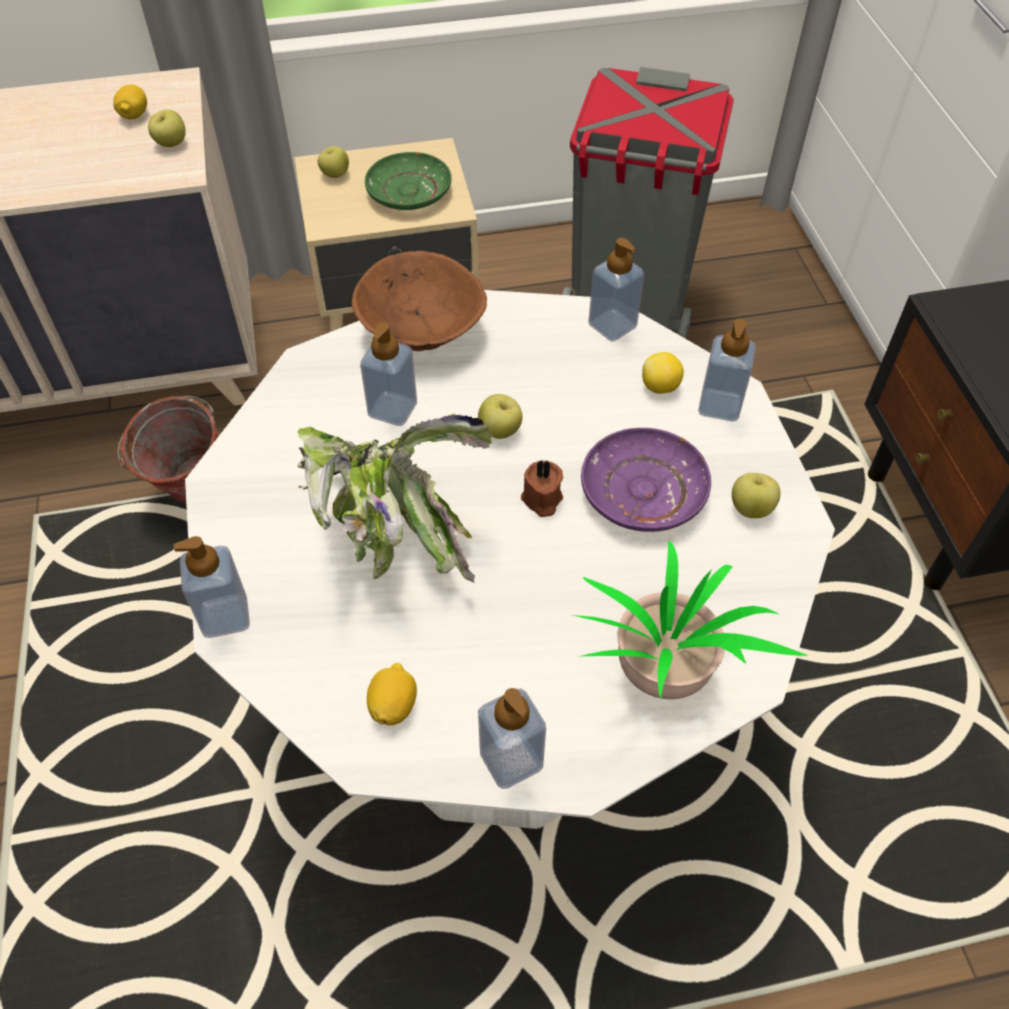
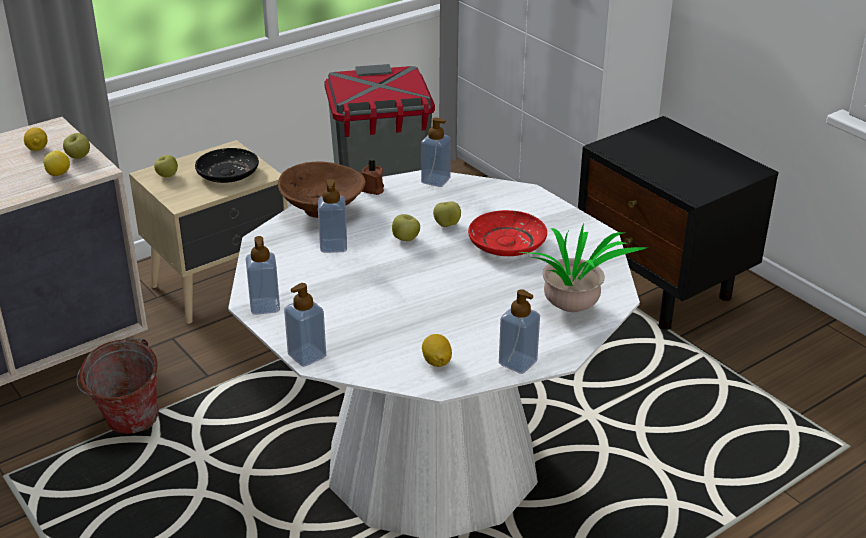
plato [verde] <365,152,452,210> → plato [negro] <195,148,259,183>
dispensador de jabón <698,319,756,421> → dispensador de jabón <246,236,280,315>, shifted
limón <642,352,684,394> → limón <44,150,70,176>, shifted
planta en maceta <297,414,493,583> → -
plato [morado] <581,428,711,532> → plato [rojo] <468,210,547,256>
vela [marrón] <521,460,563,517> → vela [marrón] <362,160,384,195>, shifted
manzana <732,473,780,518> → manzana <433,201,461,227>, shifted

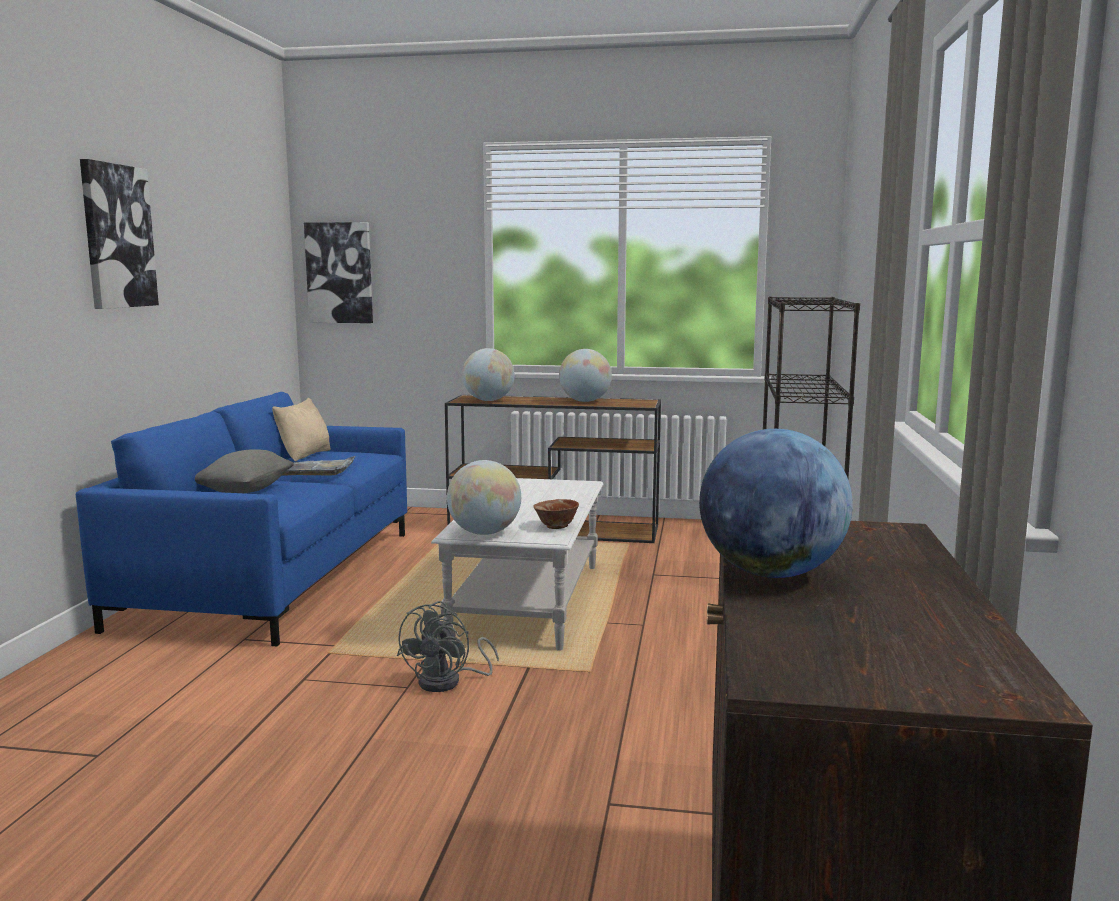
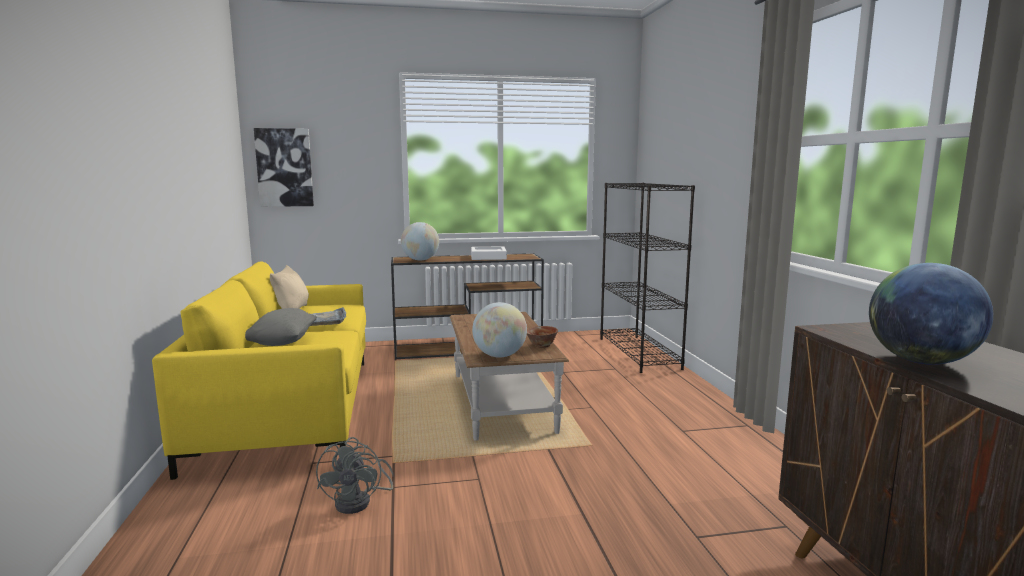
cuadro <80,159,159,309> → -
globo terráqueo <559,349,612,402> → bandeja [blanco] <471,246,507,260>
sofá [azul] <76,392,407,646> → sofá [amarillo] <152,261,366,480>
mesa de centro [blanco] <431,478,603,651> → mesa de centro [marrón] <450,312,569,441>
ventilador [gris] <397,601,499,692> → ventilador [gris] <316,437,394,514>, shifted

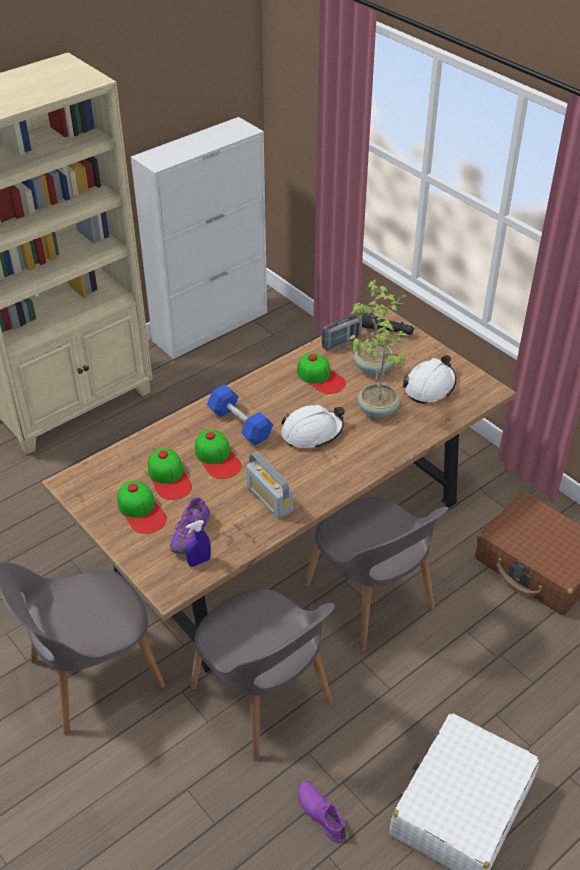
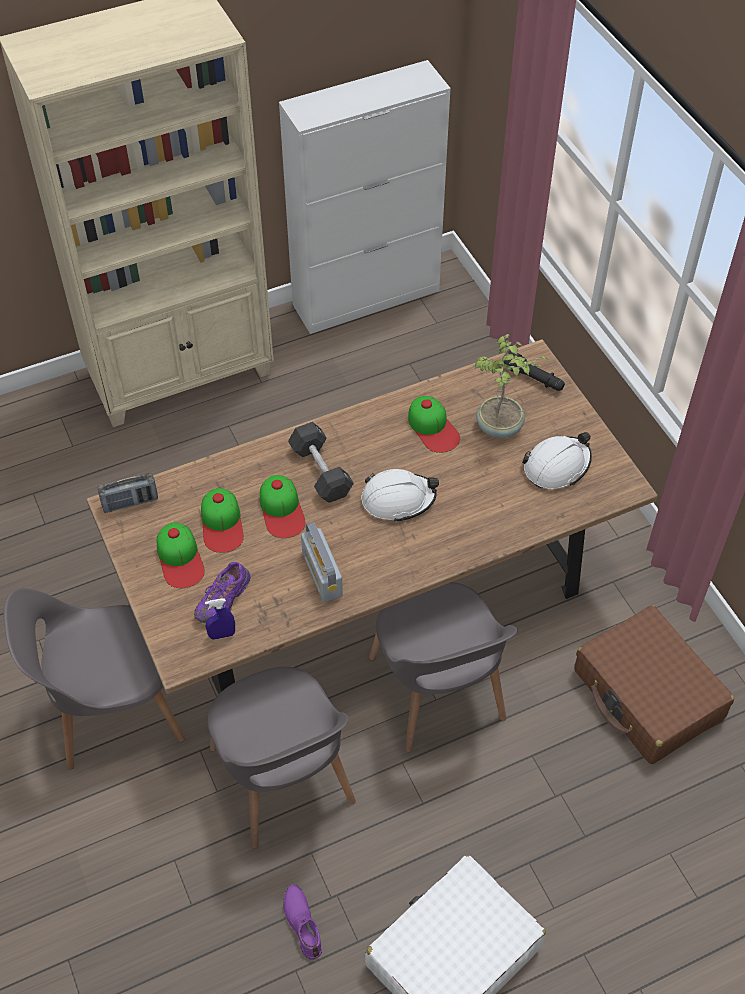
radio <322,314,362,351> → radio <98,473,158,513>, shifted
planta en maceta <348,320,408,418> → -
mancuerna [azul] <207,384,273,446> → mancuerna [negro] <288,422,354,503>

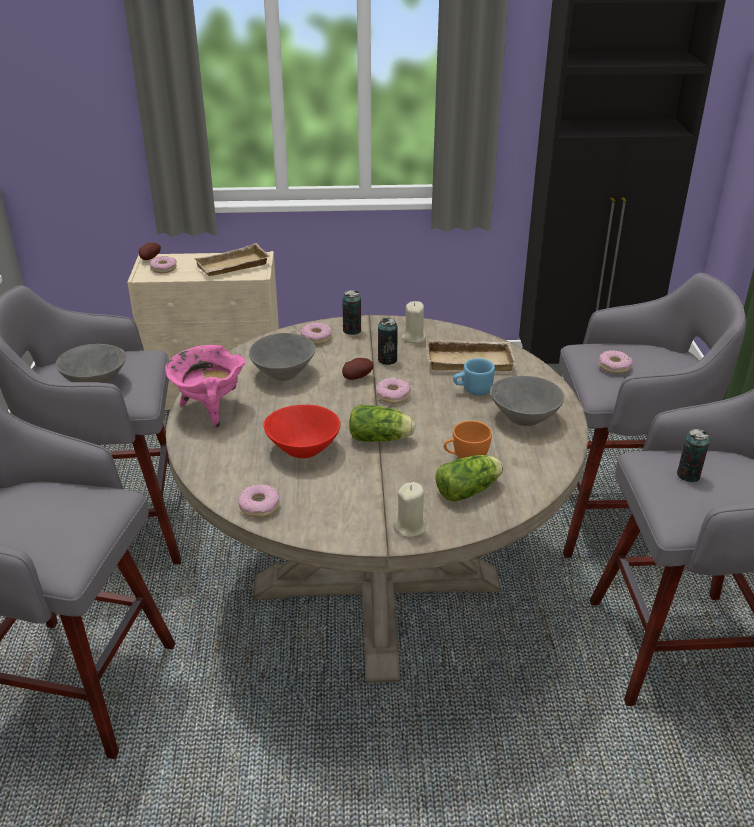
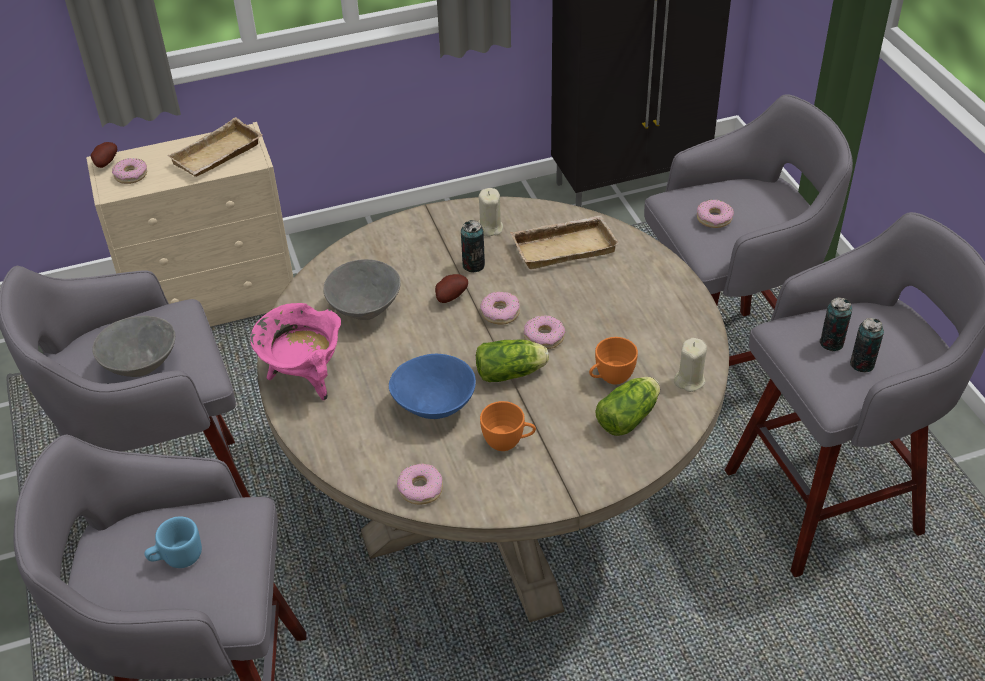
lata <342,290,361,335> → lata <850,318,884,372>, shifted
rosquilla <300,322,332,344> → rosquilla <524,315,565,349>, shifted
taza grande [azul] <453,358,495,395> → taza grande [azul] <144,516,202,568>, shifted
cuenco [gris] <490,376,564,426> → -
cuenco [rojo] <263,405,340,458> → cuenco [azul] <389,354,476,419>
vela [beis] <393,482,426,538> → vela [beis] <674,338,707,392>, shifted
- → taza [naranja] <480,401,536,451>

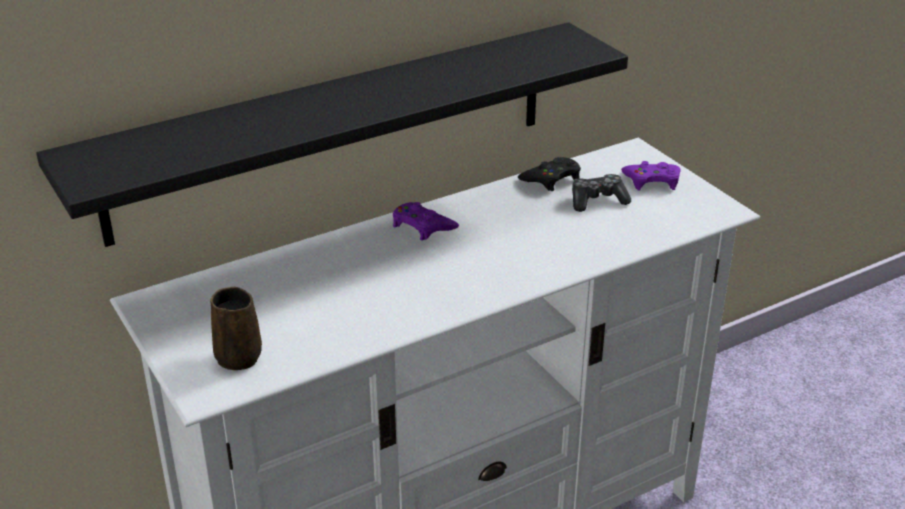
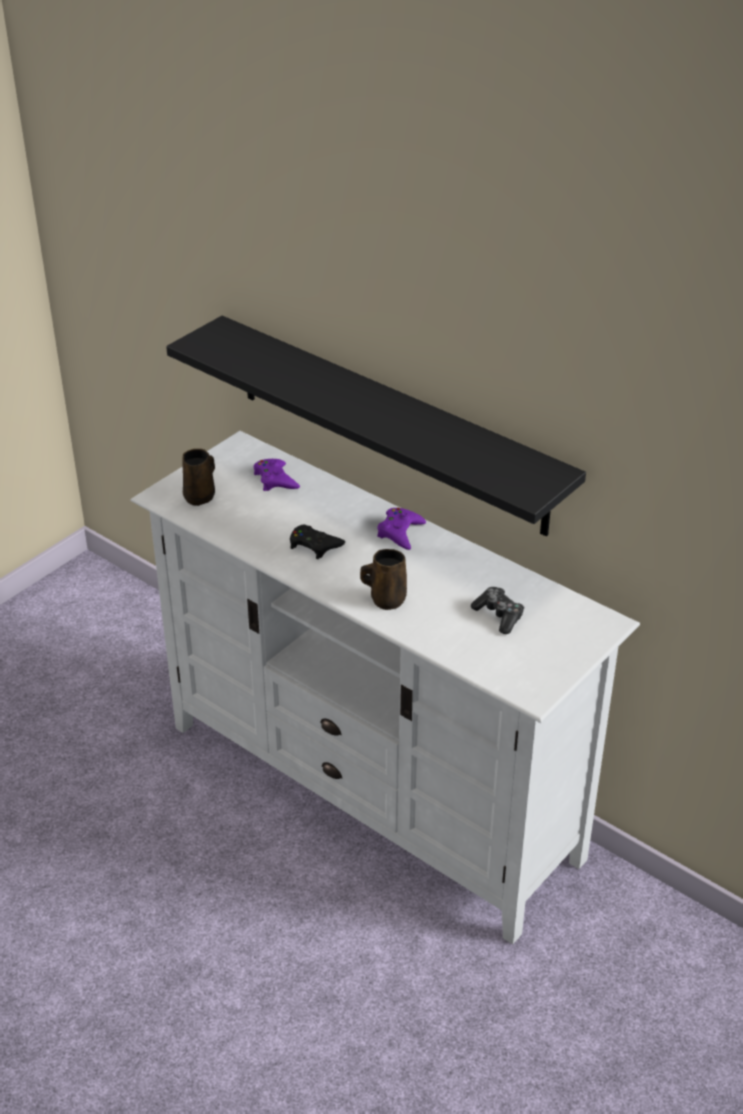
mando de consola [negro] <518,157,581,191> → mando de consola [negro] <290,525,345,559>, shifted
mando de consola [morado] <621,161,680,191> → mando de consola [morado] <254,459,300,491>, shifted
- → taza grande [marrón] <360,549,407,610>

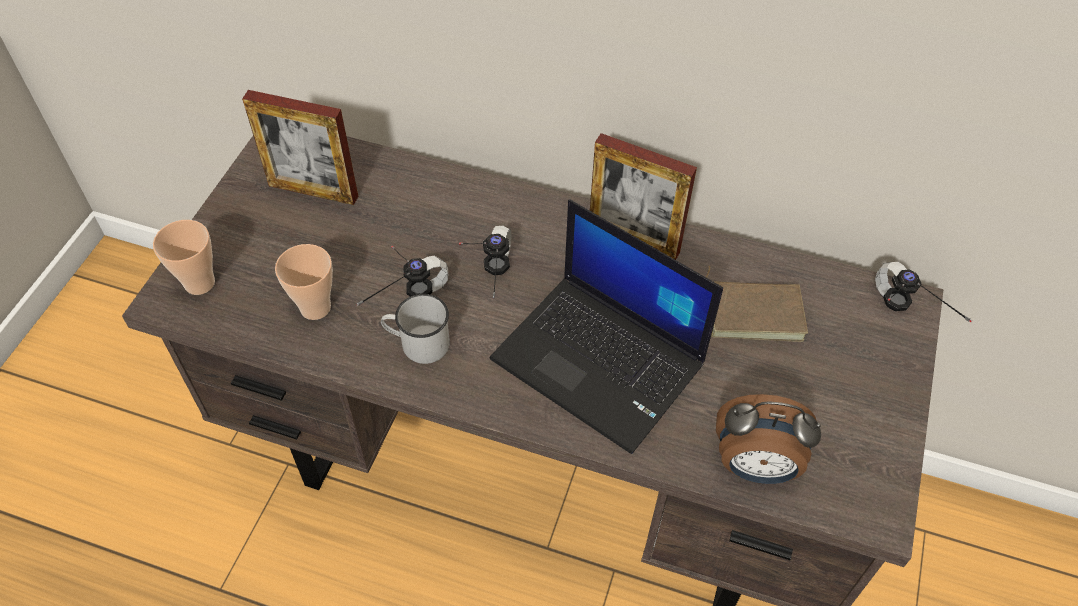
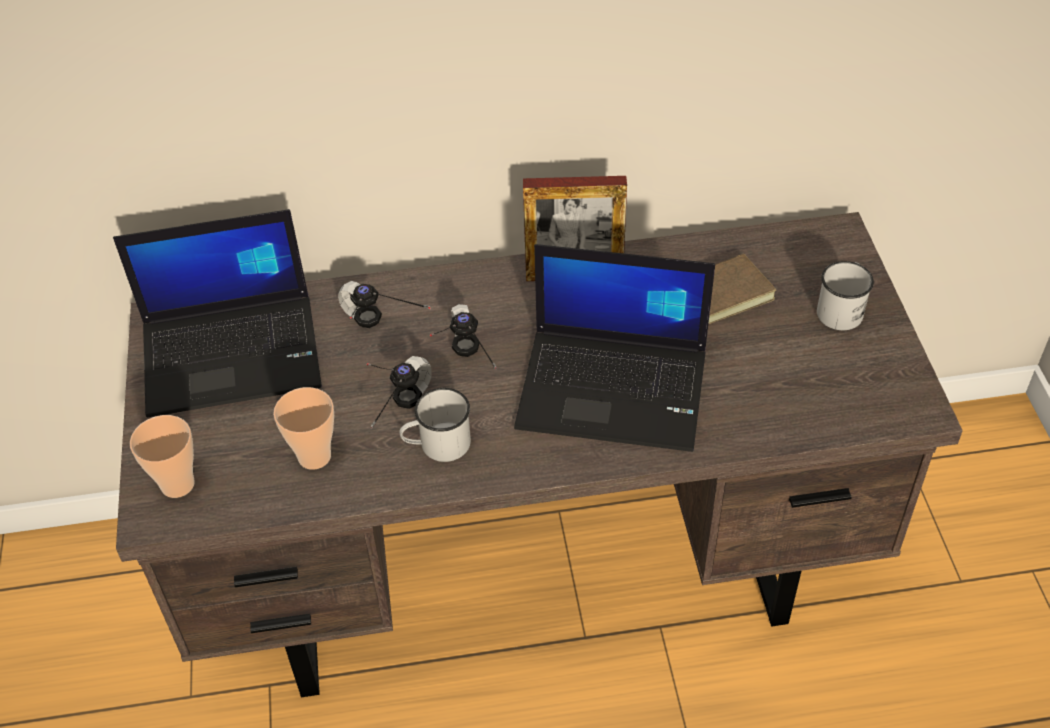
portarretratos <242,90,358,205> → portátil <113,209,322,418>
auriculares <875,262,972,323> → auriculares <338,281,431,328>, shifted
despertador <716,394,821,484> → -
- → taza grande [blanco] <817,261,874,330>

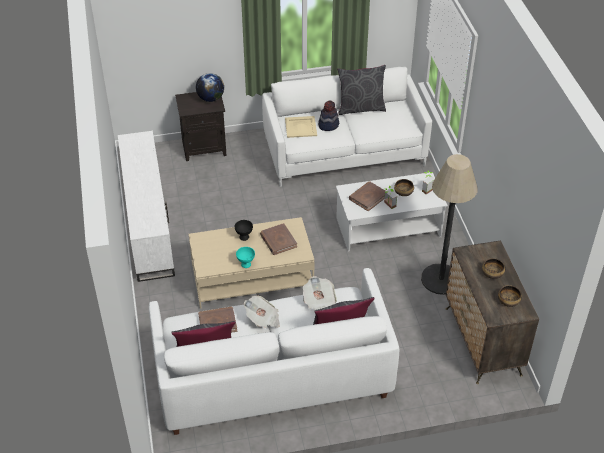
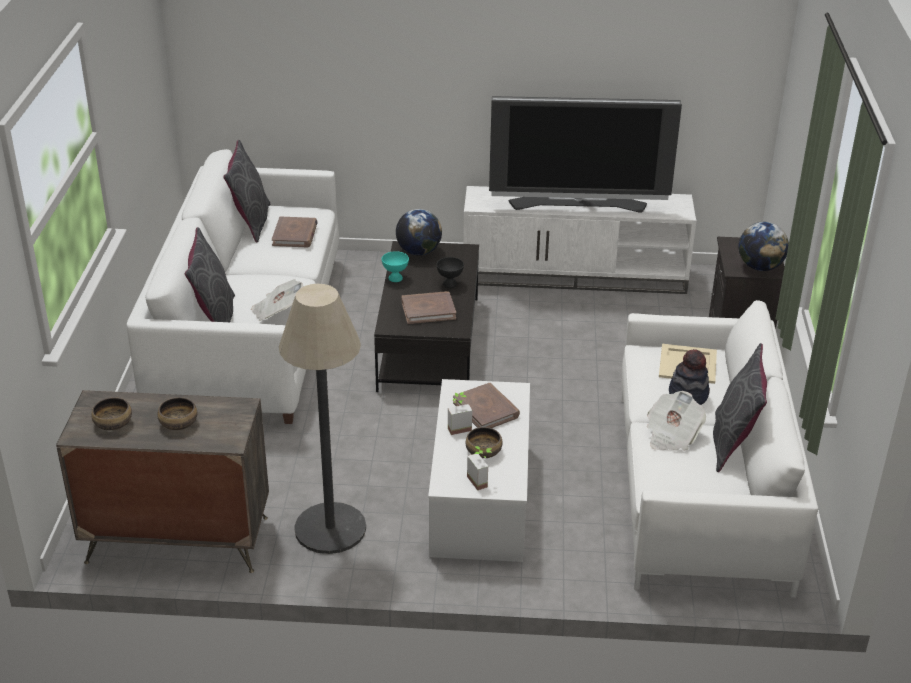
mesa de centro [beis] <189,217,314,309> → mesa de centro [negro] <374,241,479,392>
periódico <244,296,280,328> → periódico <647,391,706,451>, shifted
- → televisor <489,96,682,213>
- → globo terráqueo <396,209,442,256>

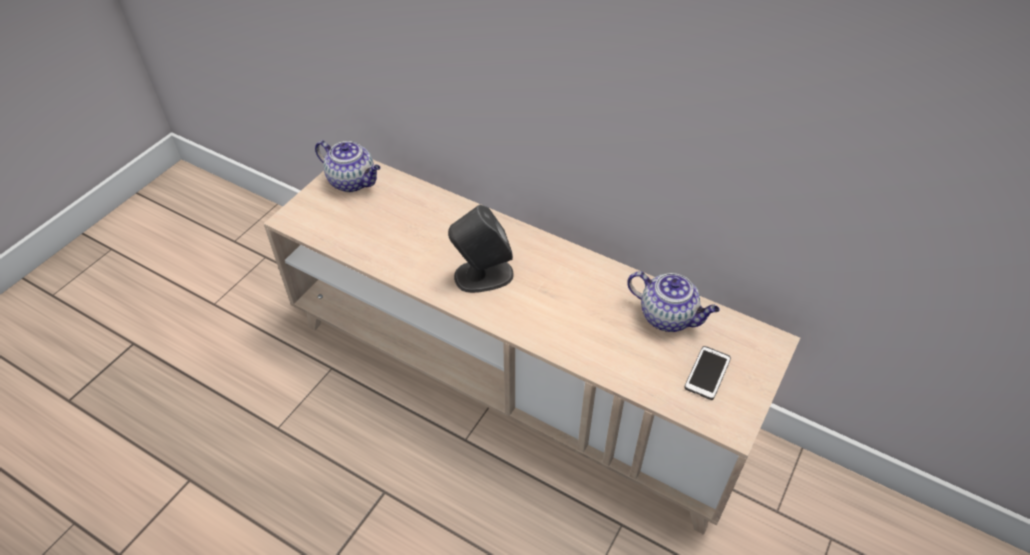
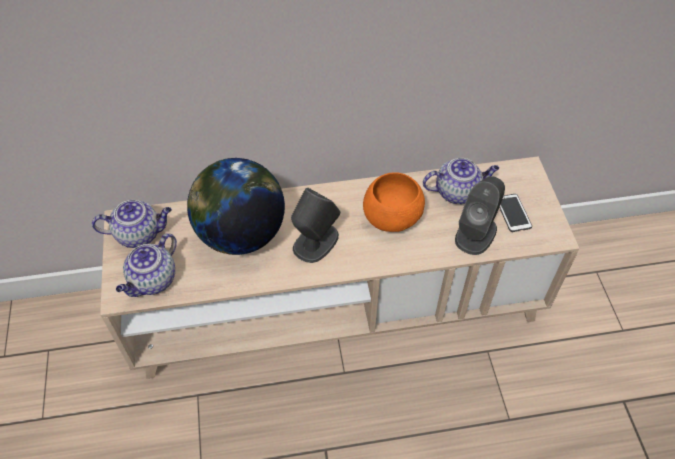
- → globo terráqueo <187,158,285,255>
- → cuenco [naranja] <363,172,425,232>
- → altavoz [gris] <455,176,505,255>
- → tetera <116,233,177,297>

